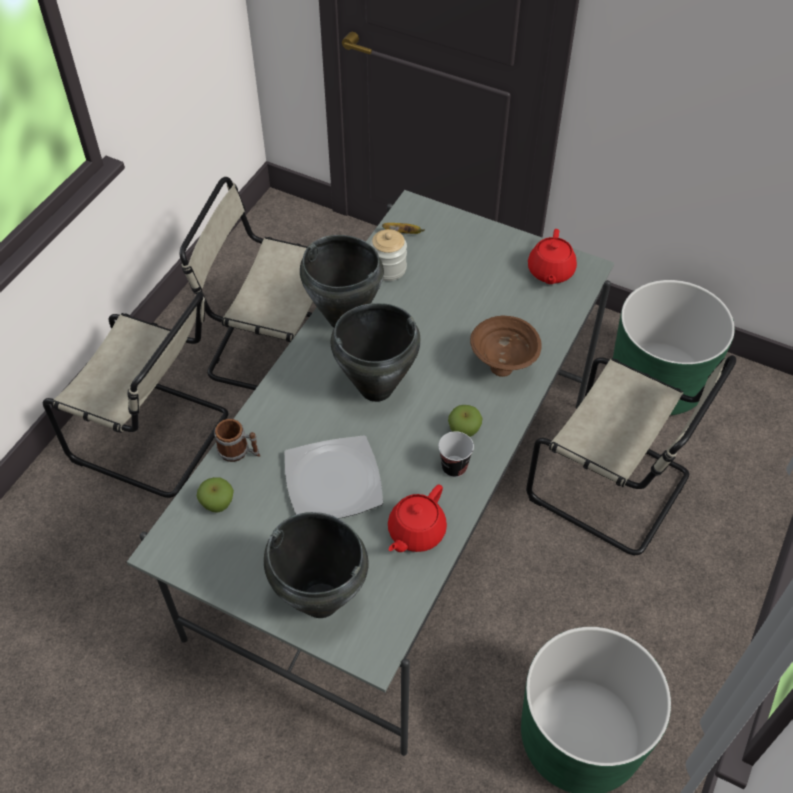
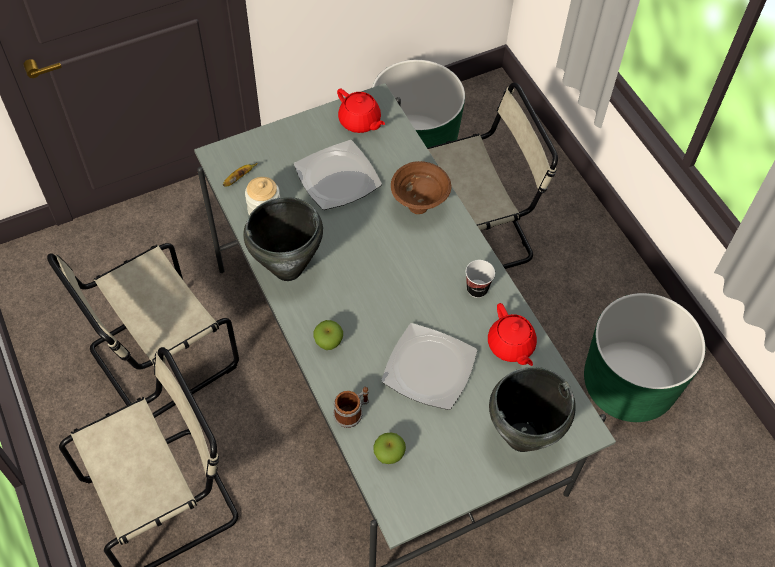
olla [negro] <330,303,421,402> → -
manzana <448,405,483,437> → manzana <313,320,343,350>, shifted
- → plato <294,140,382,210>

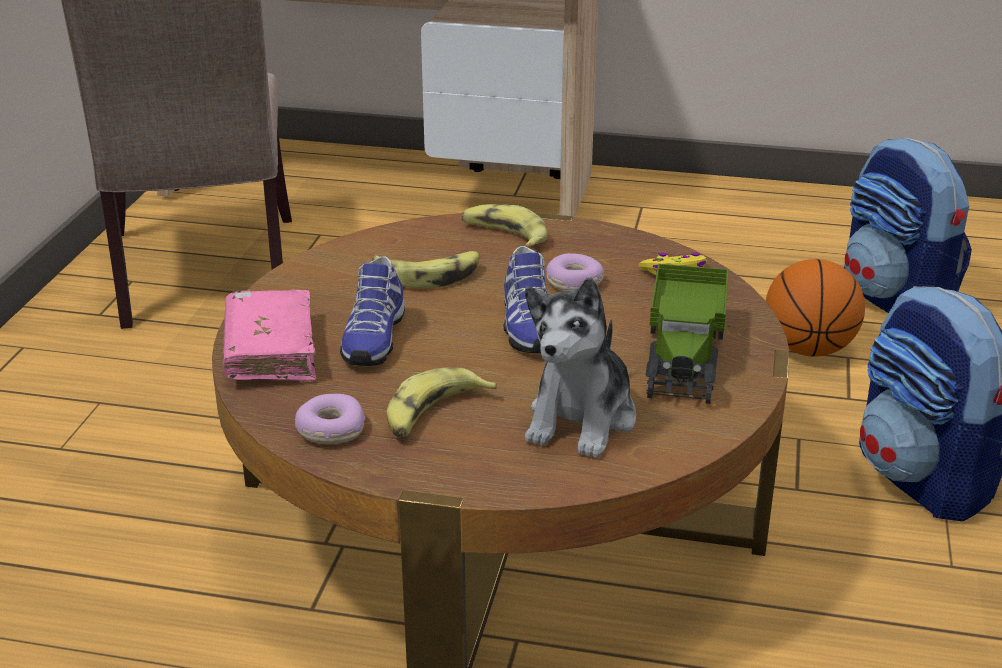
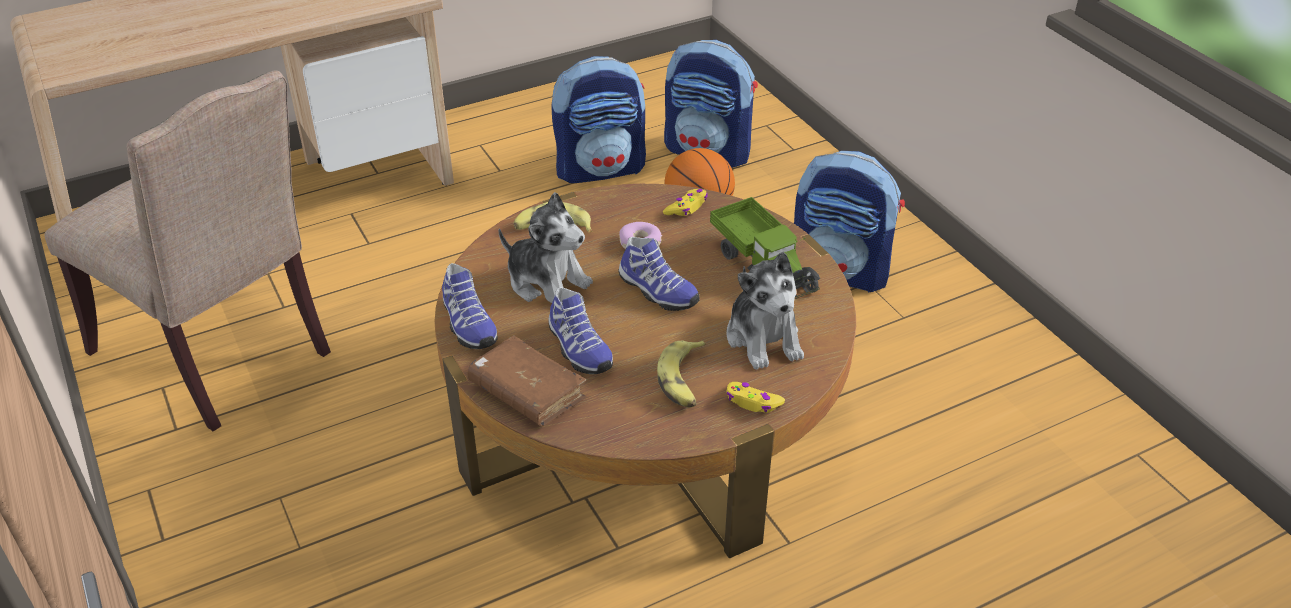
plátano <372,251,480,289> → peluche <498,192,593,303>
libro [rosa] <223,290,316,381> → libro [marrón] <467,336,587,426>
rosquilla <295,394,366,444> → -
- → mochila <551,56,646,183>
- → zapato <442,263,498,349>
- → mando de consola [amarillo] <727,382,785,413>

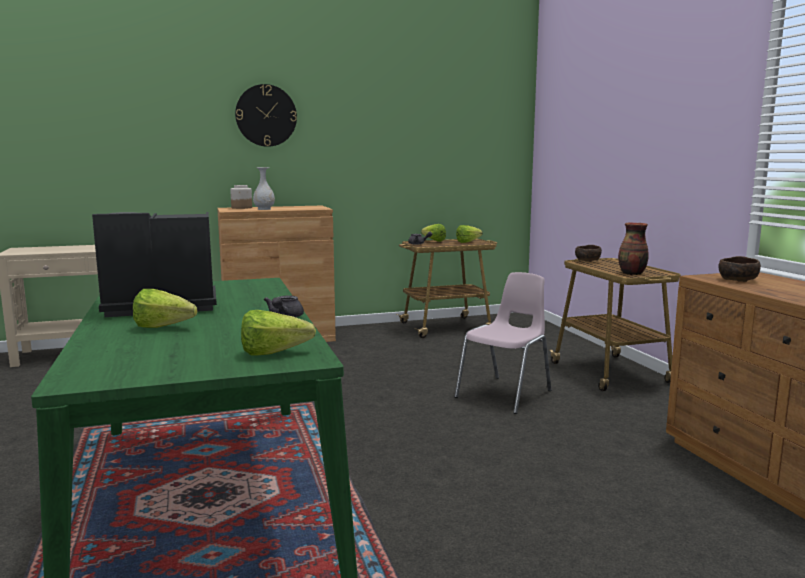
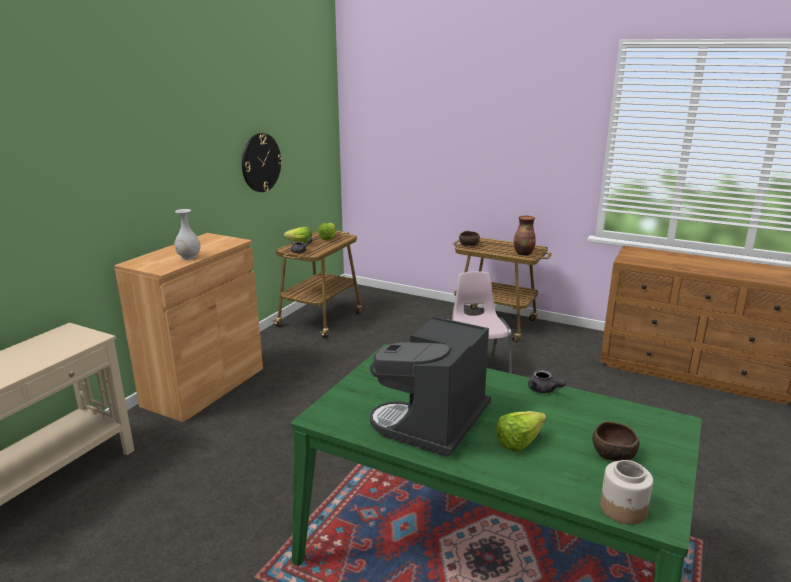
reloj de pared <235,84,297,147> → reloj de pared <242,133,282,192>, shifted
tarro <230,185,252,209> → tarro <600,460,653,525>, shifted
cuenco [marrón] <718,256,761,282> → cuenco [marrón] <592,421,640,461>, shifted
lechuga <241,310,316,355> → -

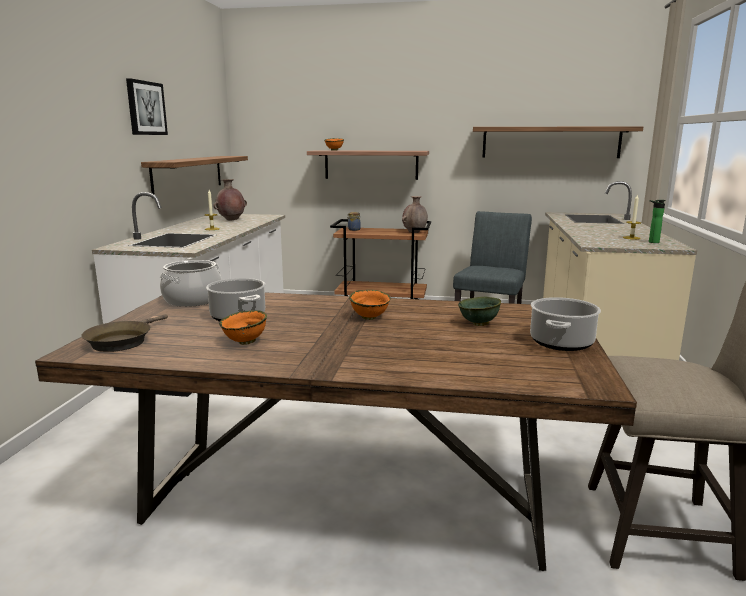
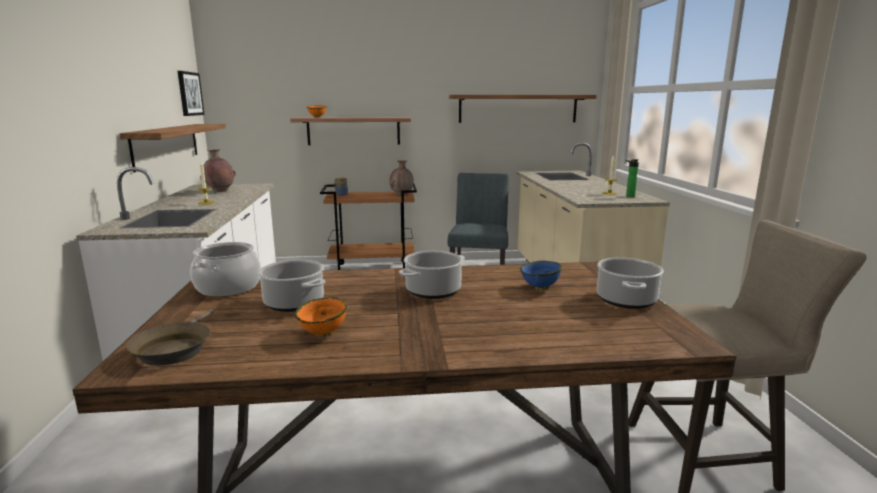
cuadro <126,78,168,135> → cuadro <178,71,205,116>, shifted
cuenco [naranja] <349,290,390,320> → olla <399,251,465,299>
cuenco [verde] <458,297,501,326> → cuenco [azul] <520,261,562,290>

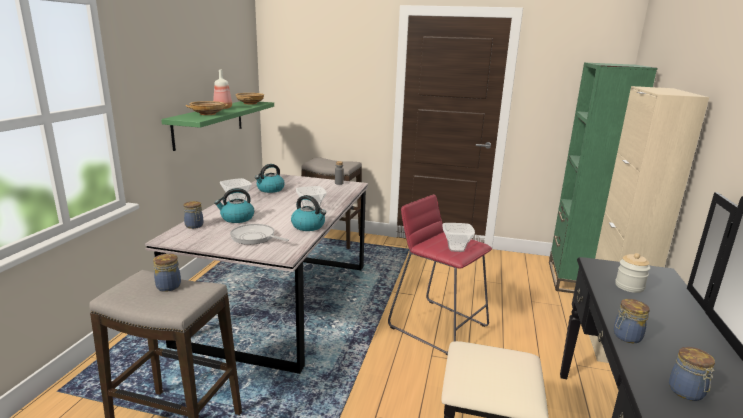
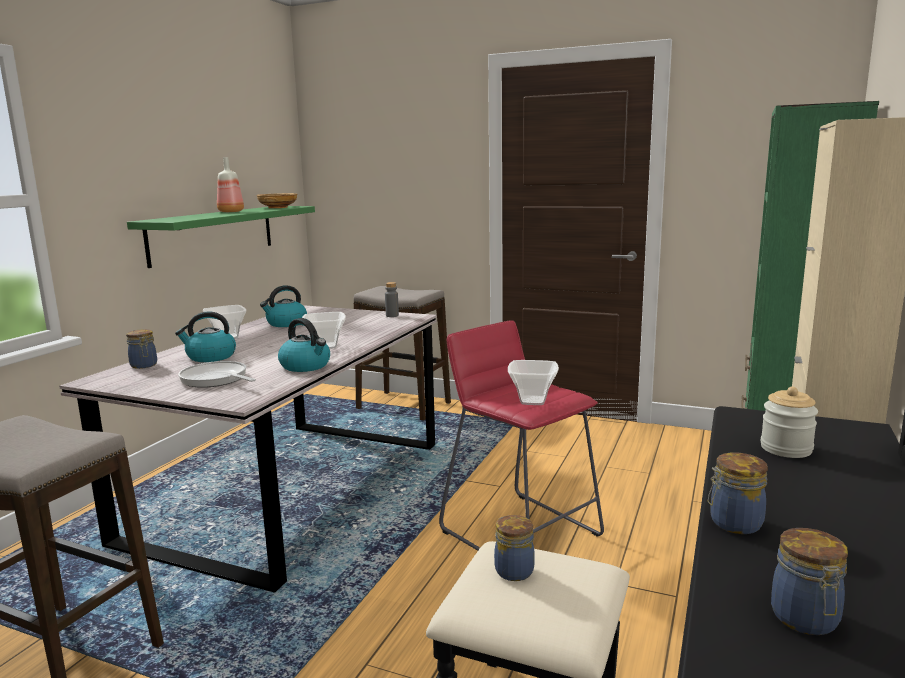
cuenco [beis] <186,101,228,115> → -
tarro <153,254,181,292> → tarro <494,515,535,581>, shifted

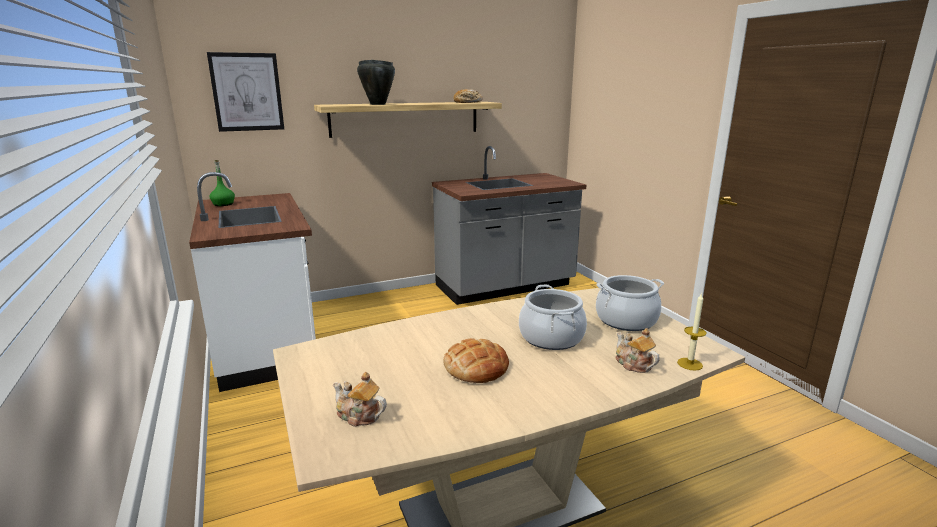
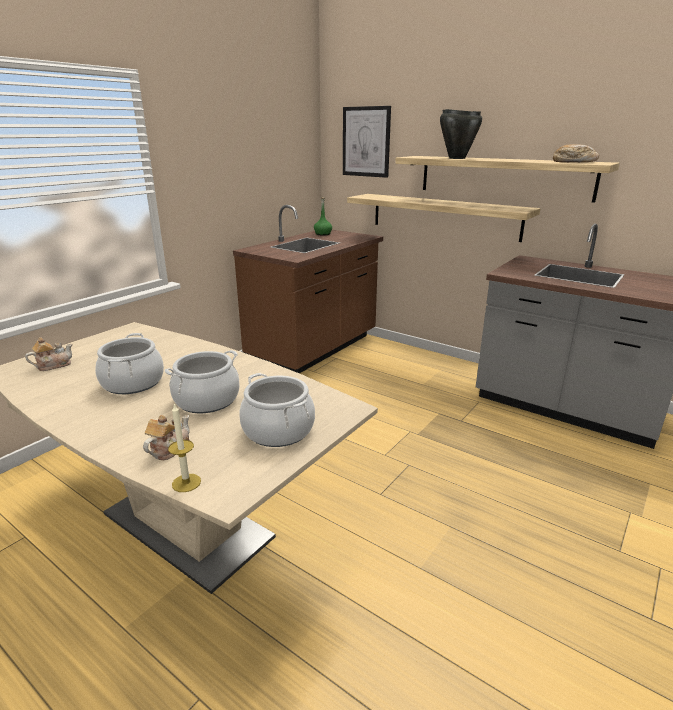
mueble bajo de cocina [blanco] <189,172,316,392> → mueble bajo de cocina [marrón] <233,205,383,373>
pan <443,338,509,383> → olla <95,333,164,394>
tetera <333,372,387,427> → tetera <25,337,73,371>, 60 degrees clockwise
- → estante <347,194,541,242>

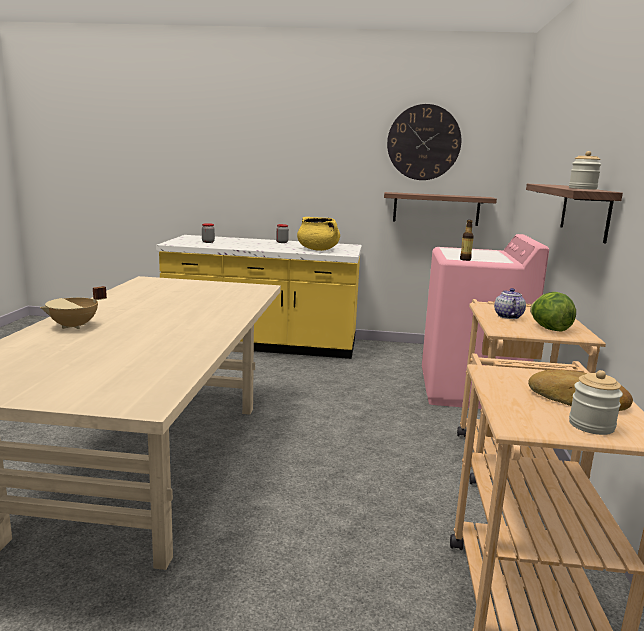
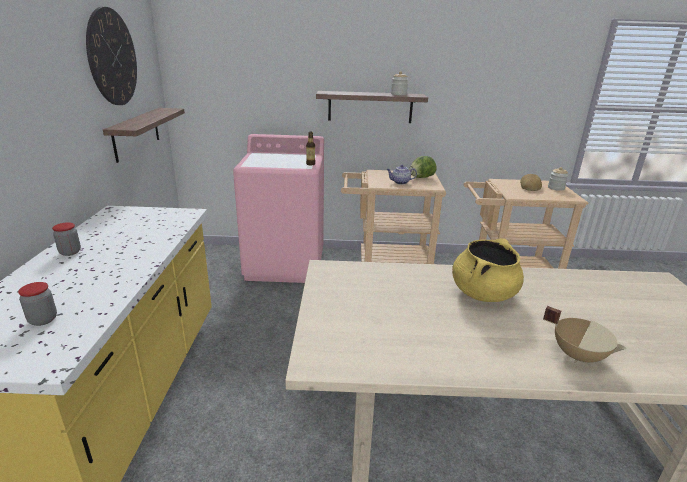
olla [amarillo] <297,217,340,251> → olla [amarillo] <452,238,524,302>, shifted

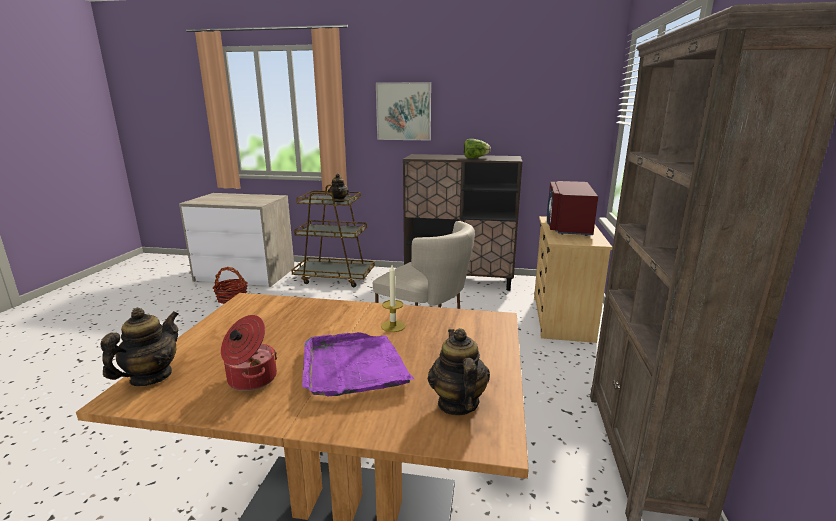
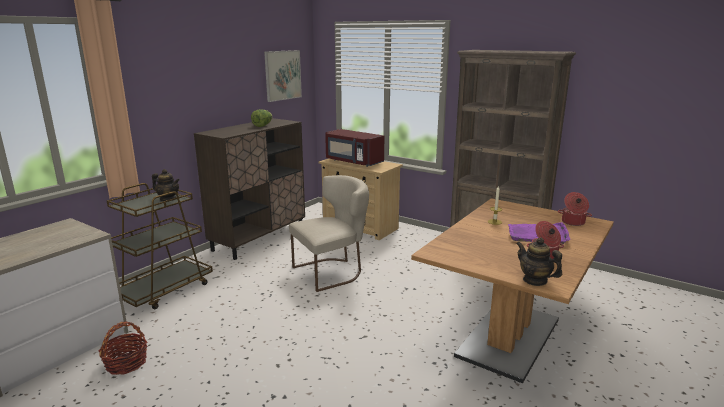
cuadro <376,82,431,140> → cuadro <264,50,302,102>, shifted
tetera <428,328,490,415> → olla <558,192,592,226>

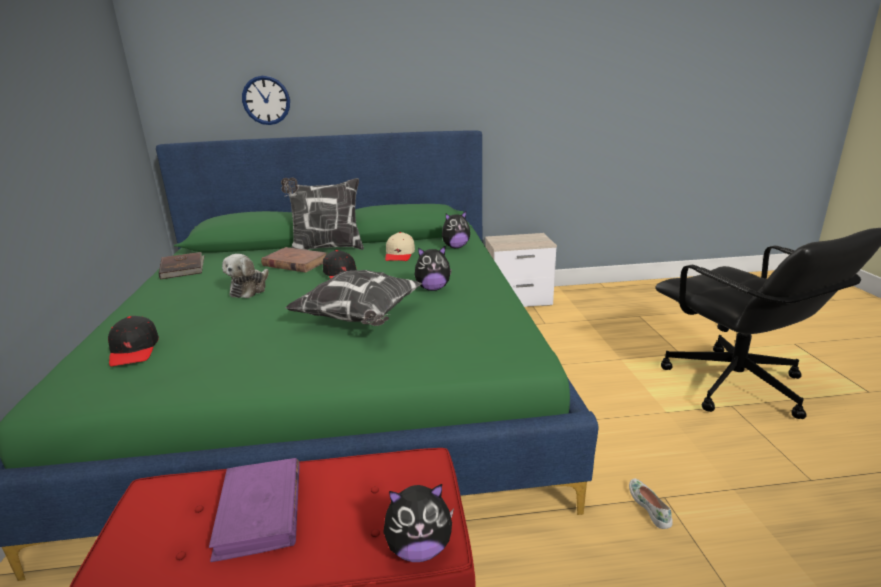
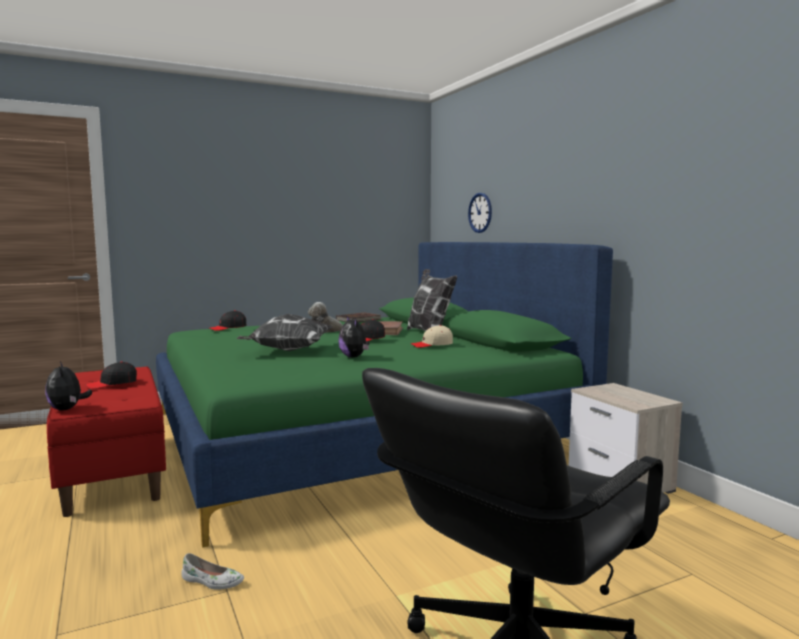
peluche <442,211,470,248> → -
libro [morado] <209,458,300,562> → gorra [negro] <86,362,137,389>
zapato [blanco] <629,478,673,529> → zapato [blanco] <181,553,244,590>, 45 degrees clockwise

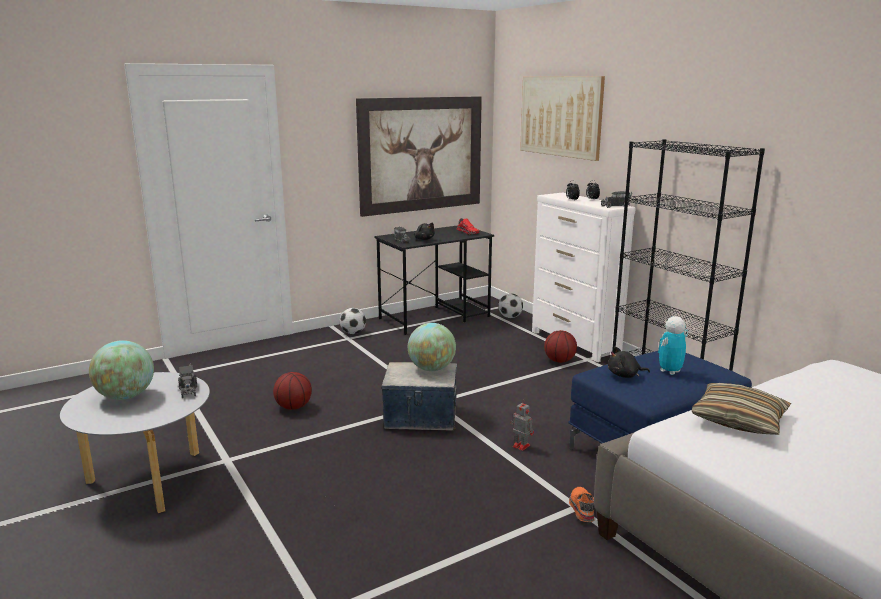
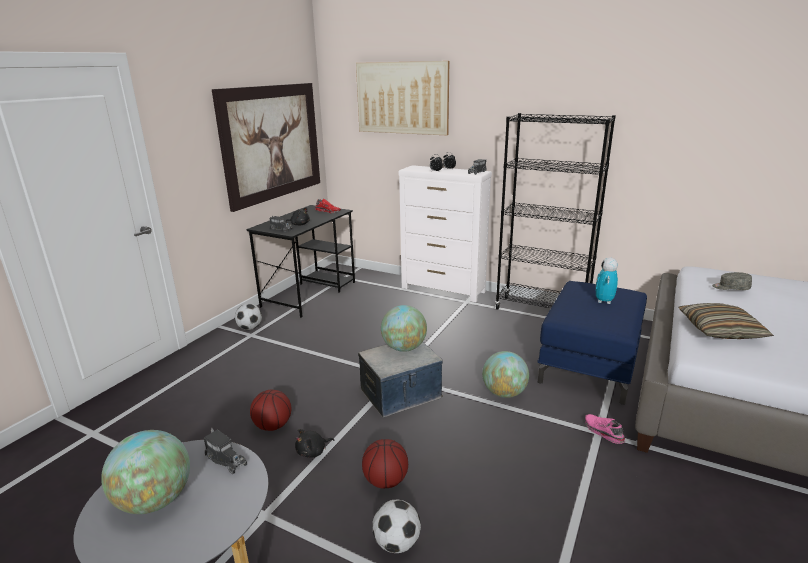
balón de fútbol <498,293,523,318> → balón de fútbol <372,499,421,553>, shifted
balón de baloncesto <544,330,577,363> → balón de baloncesto <362,439,408,488>, shifted
peluche [negro] <608,347,650,378> → peluche [negro] <295,429,334,458>, shifted
robot de juguete <510,401,534,451> → globo terráqueo <482,351,529,398>
zapato [naranja] <569,487,594,522> → zapato [rosa] <585,414,625,444>
- → gorra [gris] <712,272,752,290>

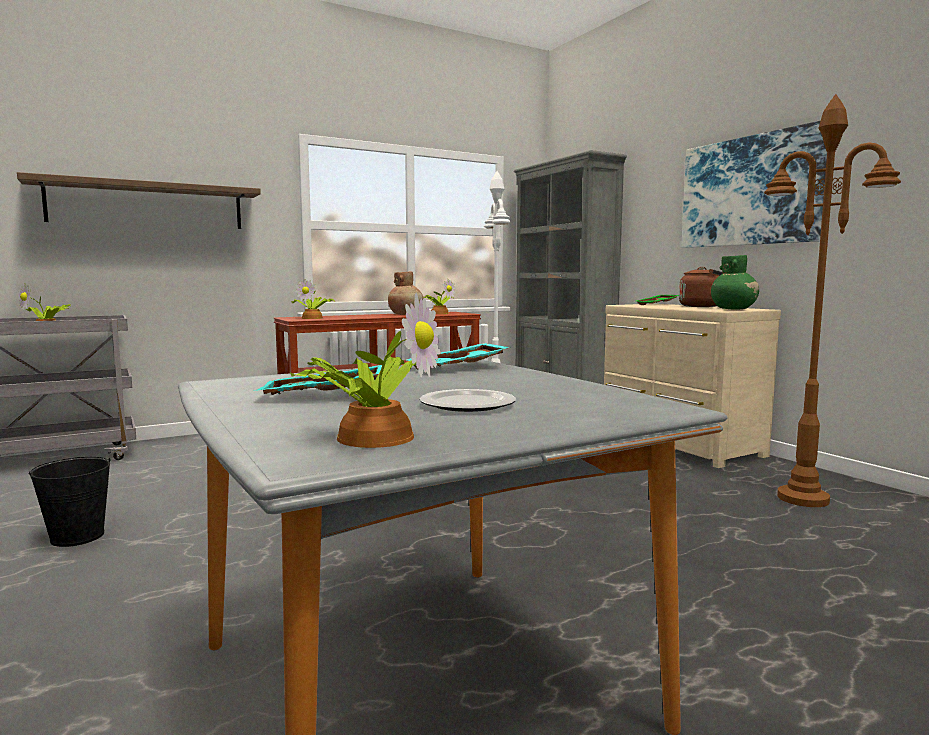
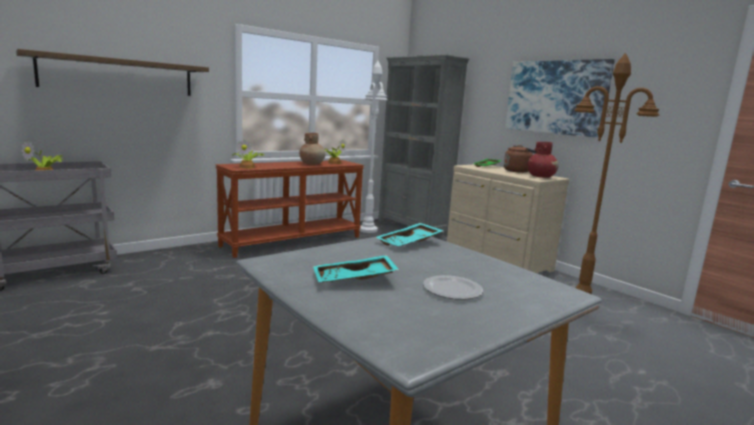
florero [verde] <711,255,759,310> → florero [rojo] <528,142,559,178>
planta en maceta <290,293,441,448> → -
cubo [negro] <29,457,110,547> → -

